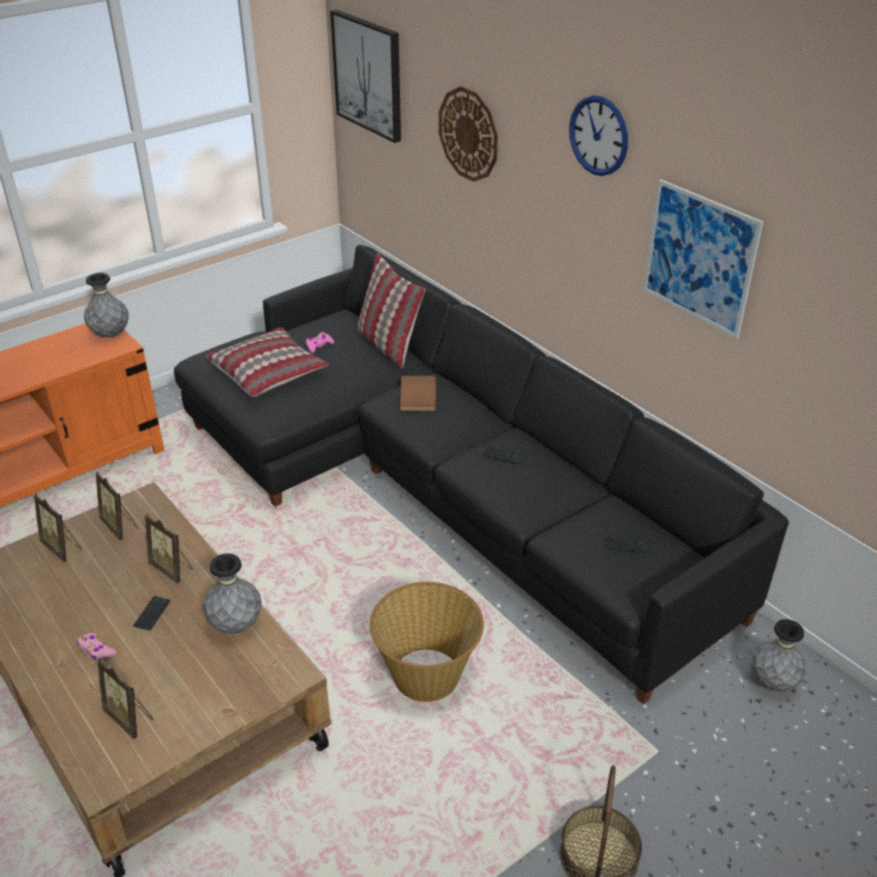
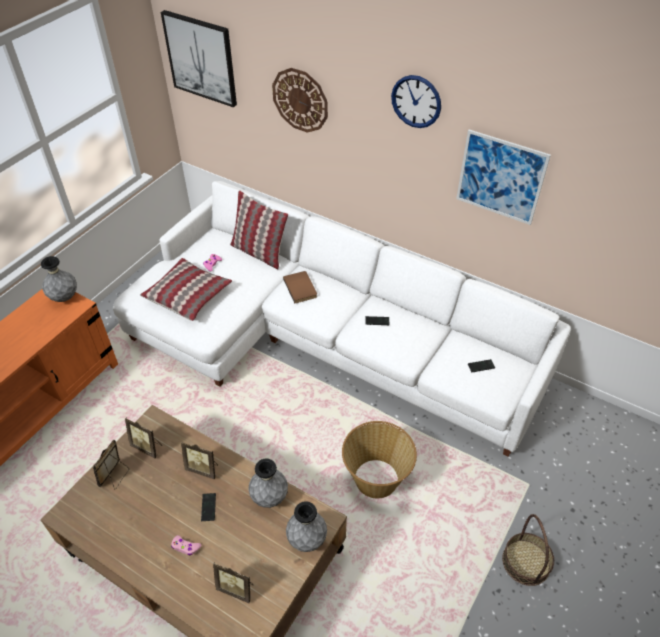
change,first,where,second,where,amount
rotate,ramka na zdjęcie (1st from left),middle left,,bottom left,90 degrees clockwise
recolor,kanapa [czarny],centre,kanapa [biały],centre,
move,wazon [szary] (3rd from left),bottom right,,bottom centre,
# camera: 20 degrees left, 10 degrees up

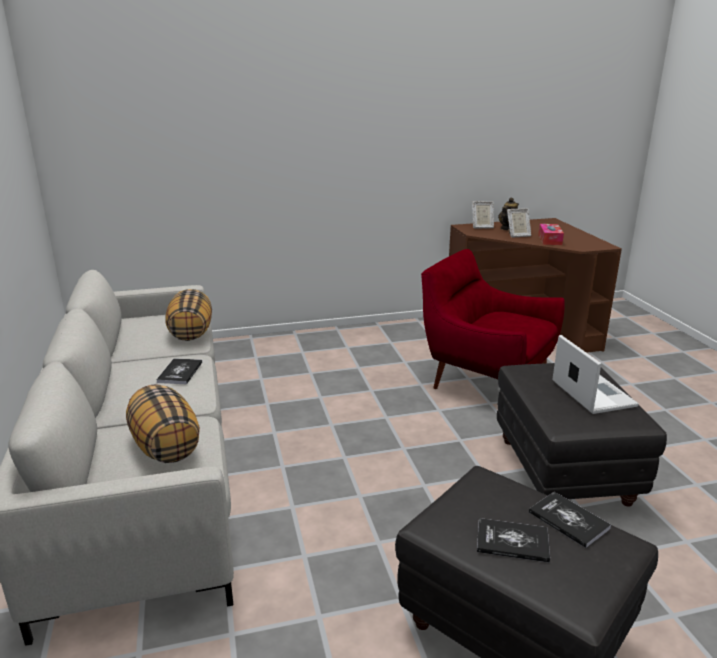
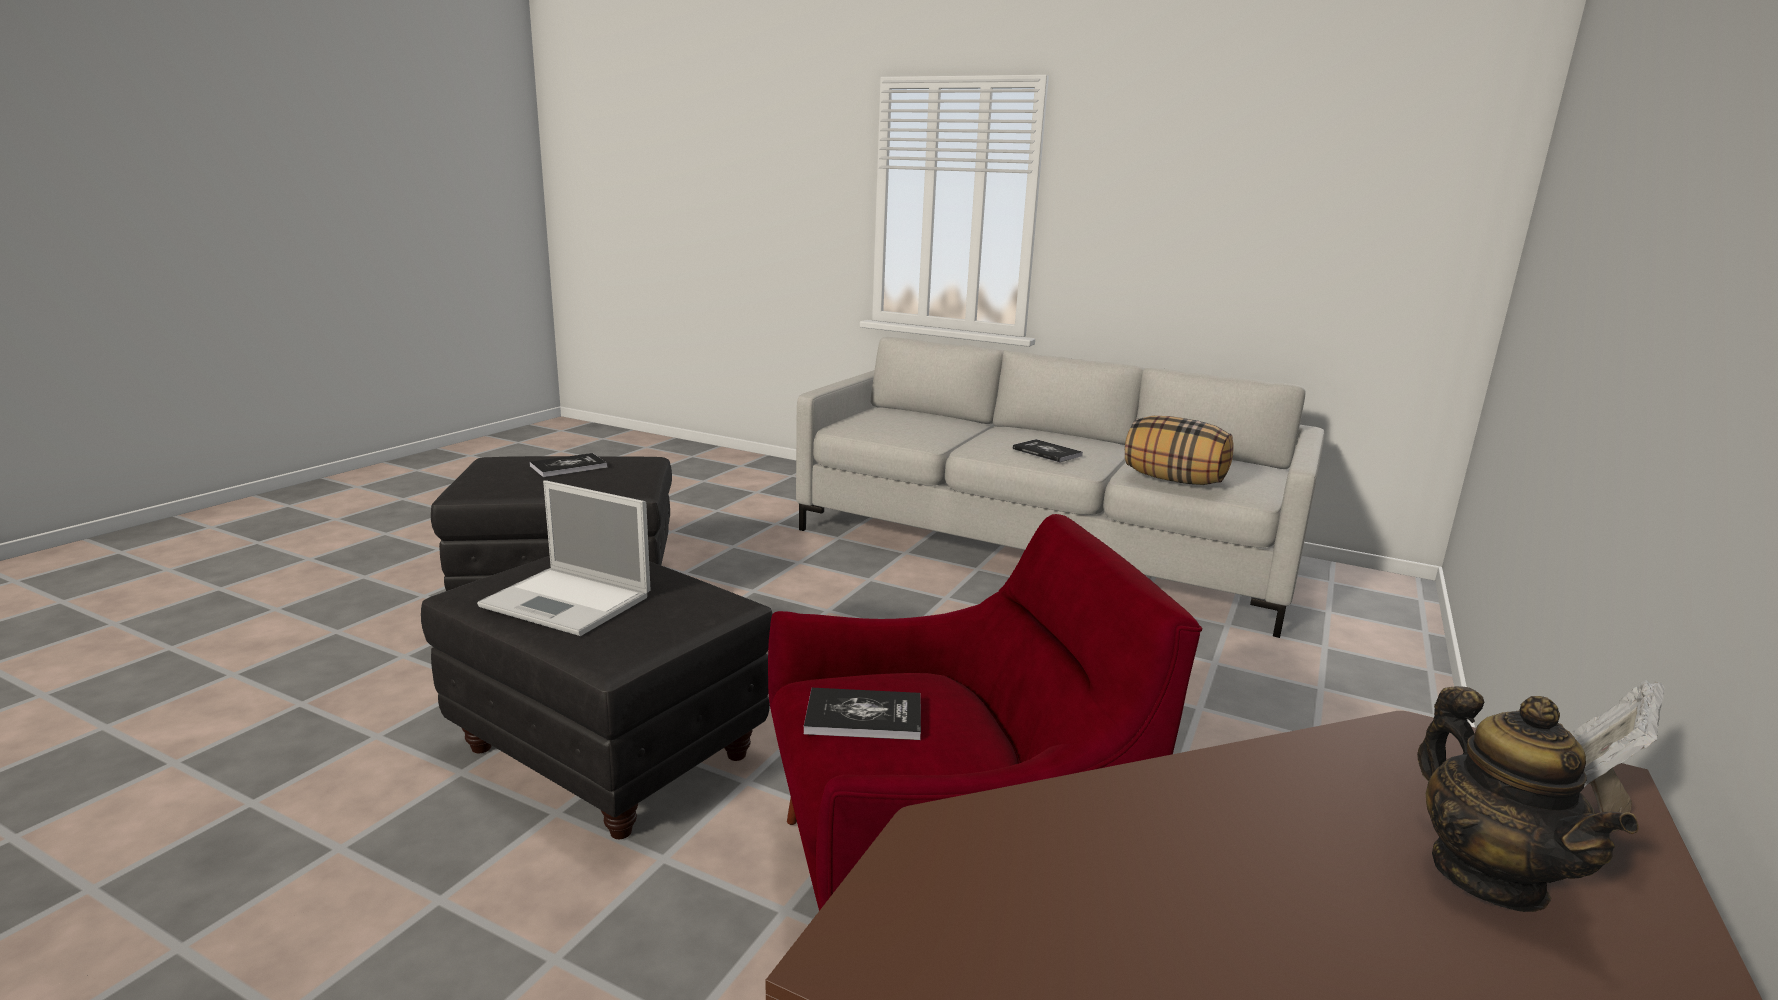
change,first,where,second,where,amount
move,książka (3rd from left in the first image),bottom right,książka (2nd from left),bottom centre,
delete,poduszka (1st from left),middle left,,,
delete,ramka na zdjęcie (2nd from left),middle right,,,
delete,pudełko chusteczek,middle right,,,
# camera: 130 degrees right, 5 degrees down

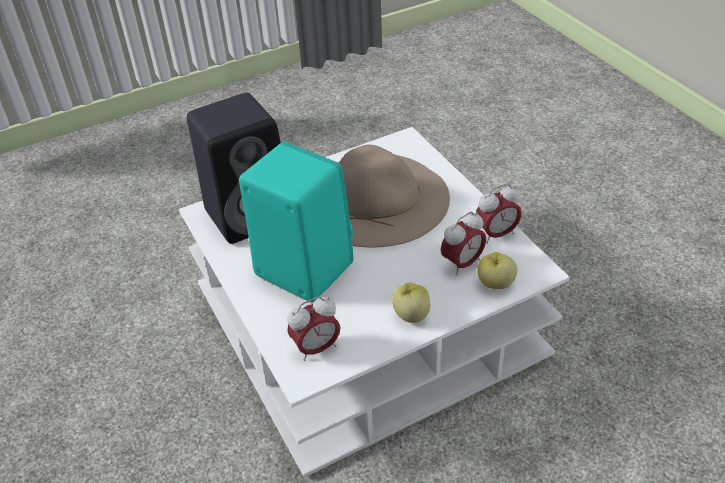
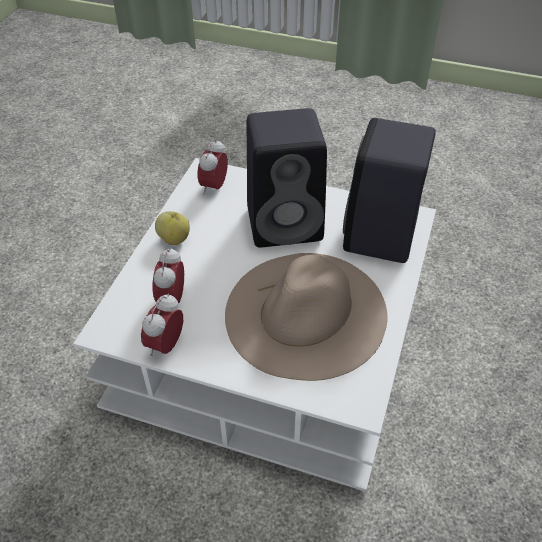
change,first,where,second,where,amount
recolor,głośnik [turkusowy],centre,głośnik [czarny] (1st from left),top centre,
delete,jabłko (2nd from left),middle right,,,
# camera: 135 degrees right, 5 degrees up

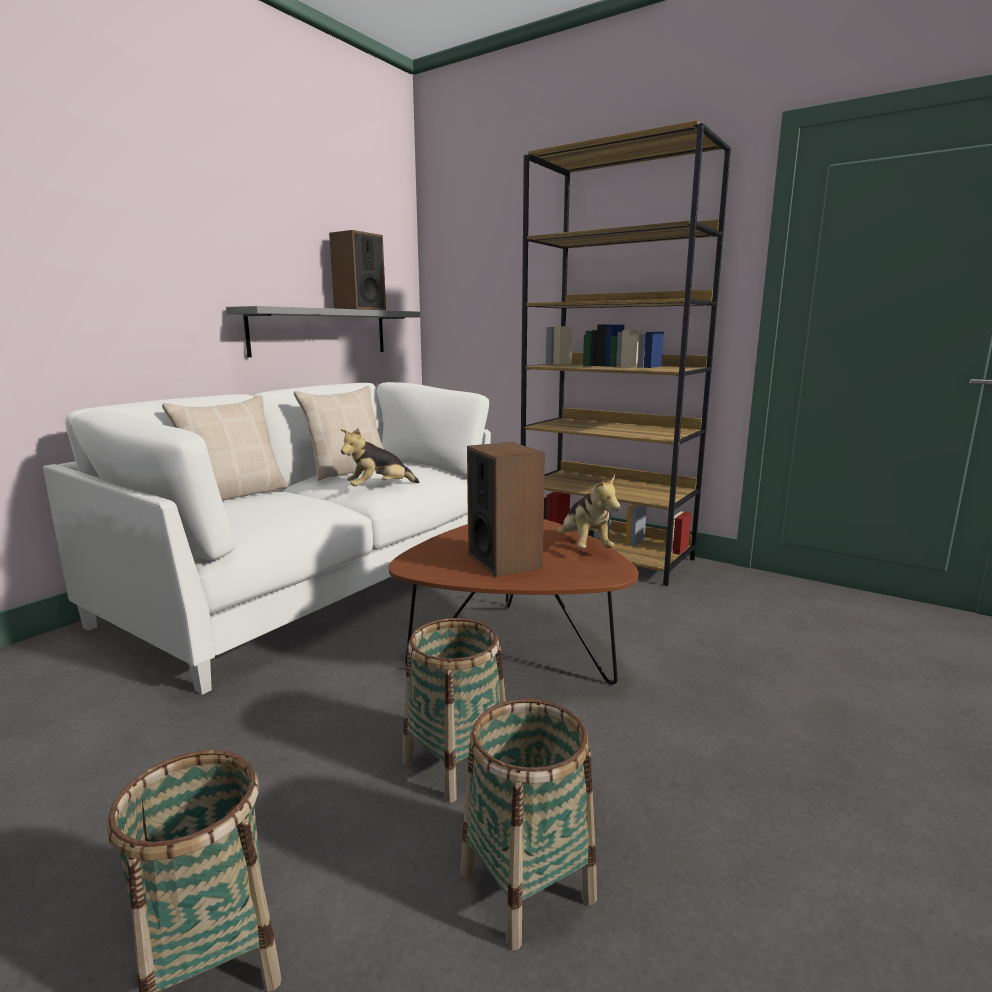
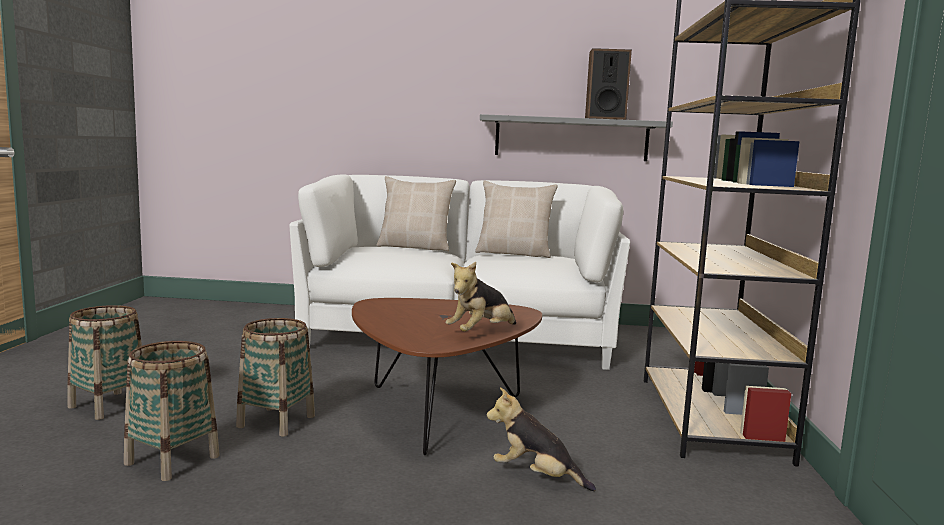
change,first,where,second,where,amount
move,pluszak (1st from left in the first image),centre,pluszak (2nd from left),bottom centre,
delete,głośnik (2nd from left),centre,,,
# camera: 60 degrees right, 5 degrees down

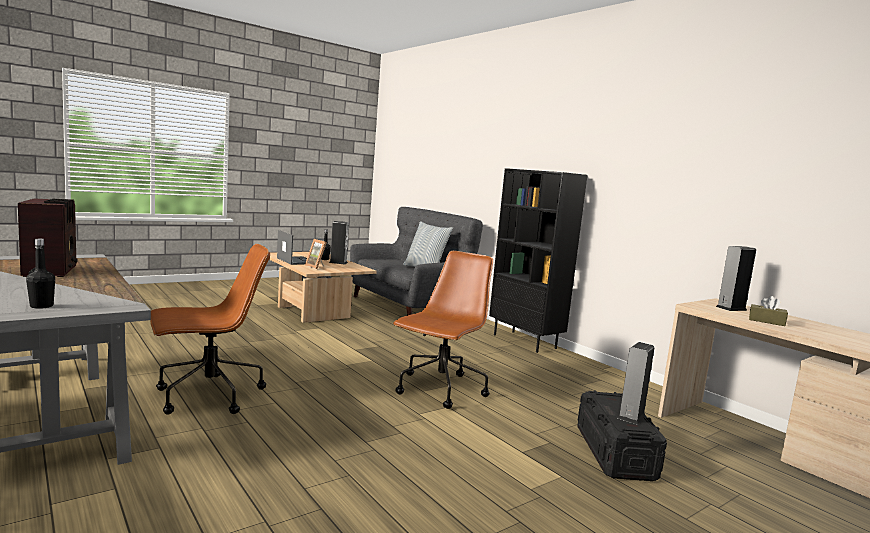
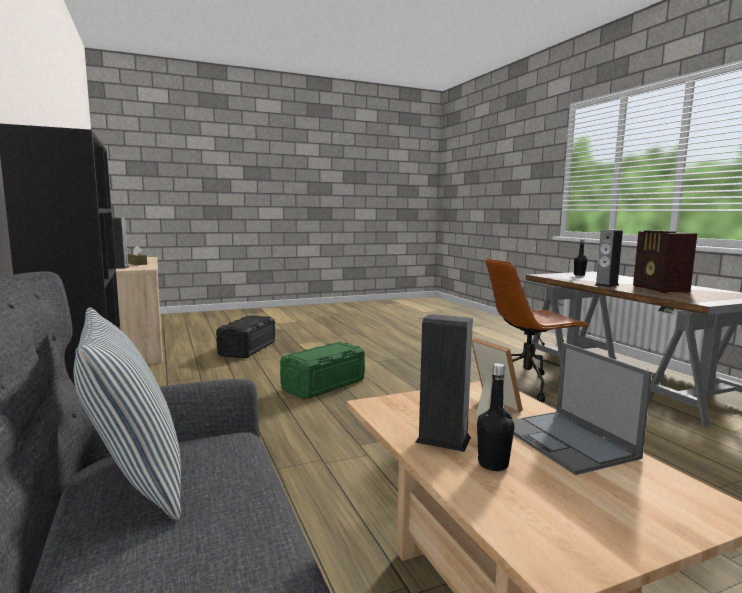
change,first,where,second,where,amount
replace,krzesło biurowe [brązowy] (2nd from left),centre,pojemnik do przechowywania [zielony],centre,
move,głośnik (2nd from left in the first image),bottom right,głośnik (3rd from left),middle right,
# camera: 165 degrees left, 0 degrees up

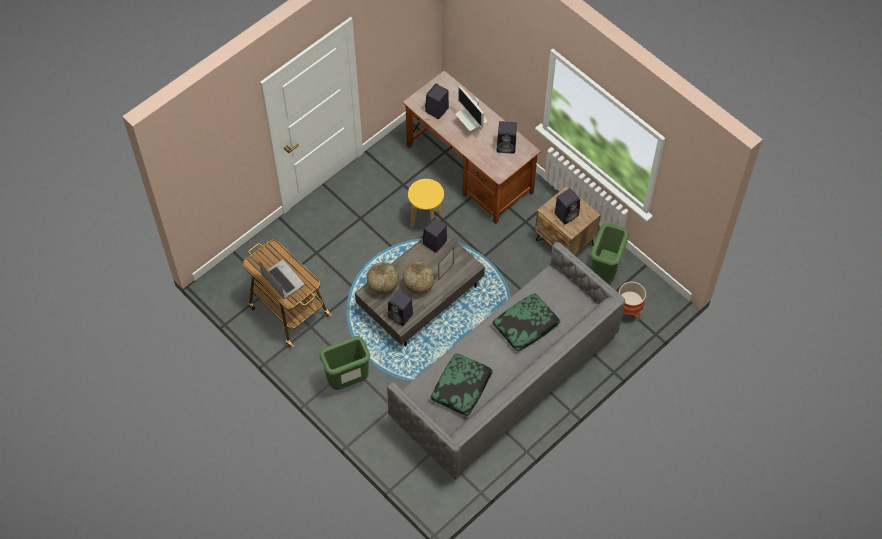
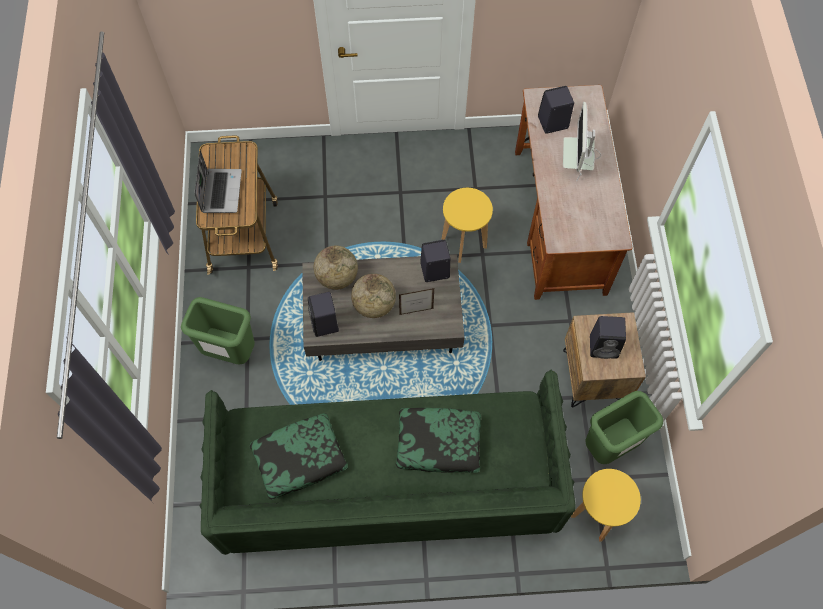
change,first,where,second,where,amount
recolor,kanapa [szary],bottom centre,kanapa [zielony],bottom centre,
replace,donica,middle right,stołek [żółty] (2nd from left),bottom right,
delete,głośnik [czarny] (4th from left),top centre,,,
# camera: 40 degrees right, 5 degrees up

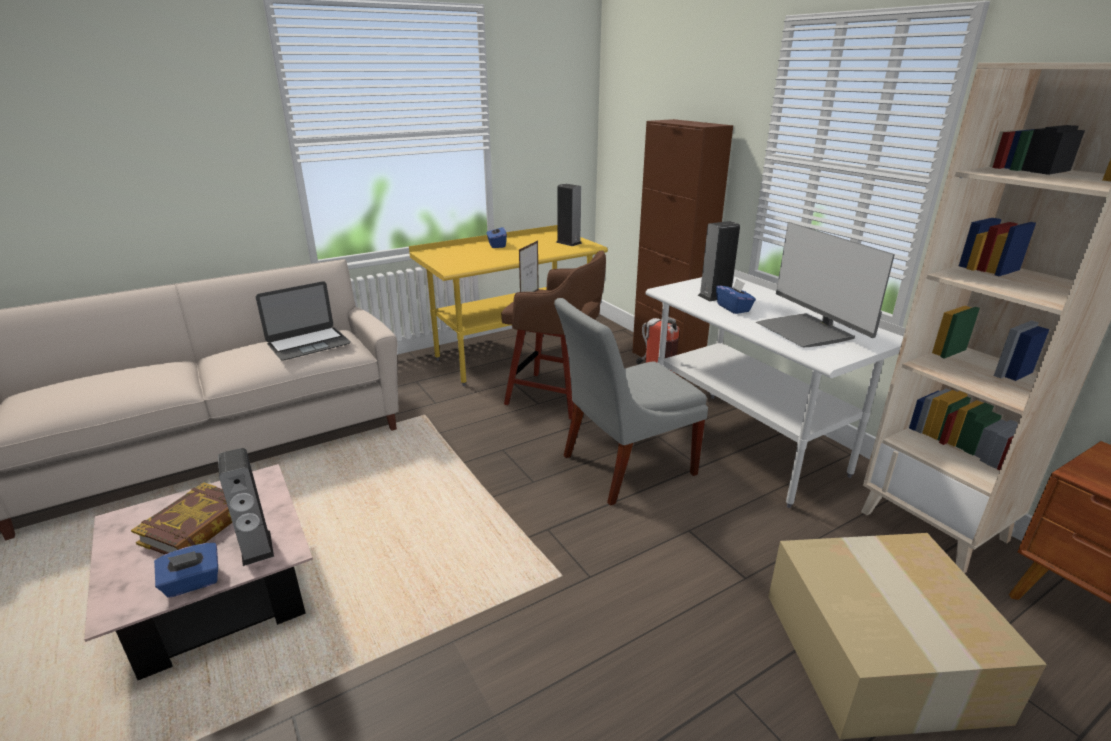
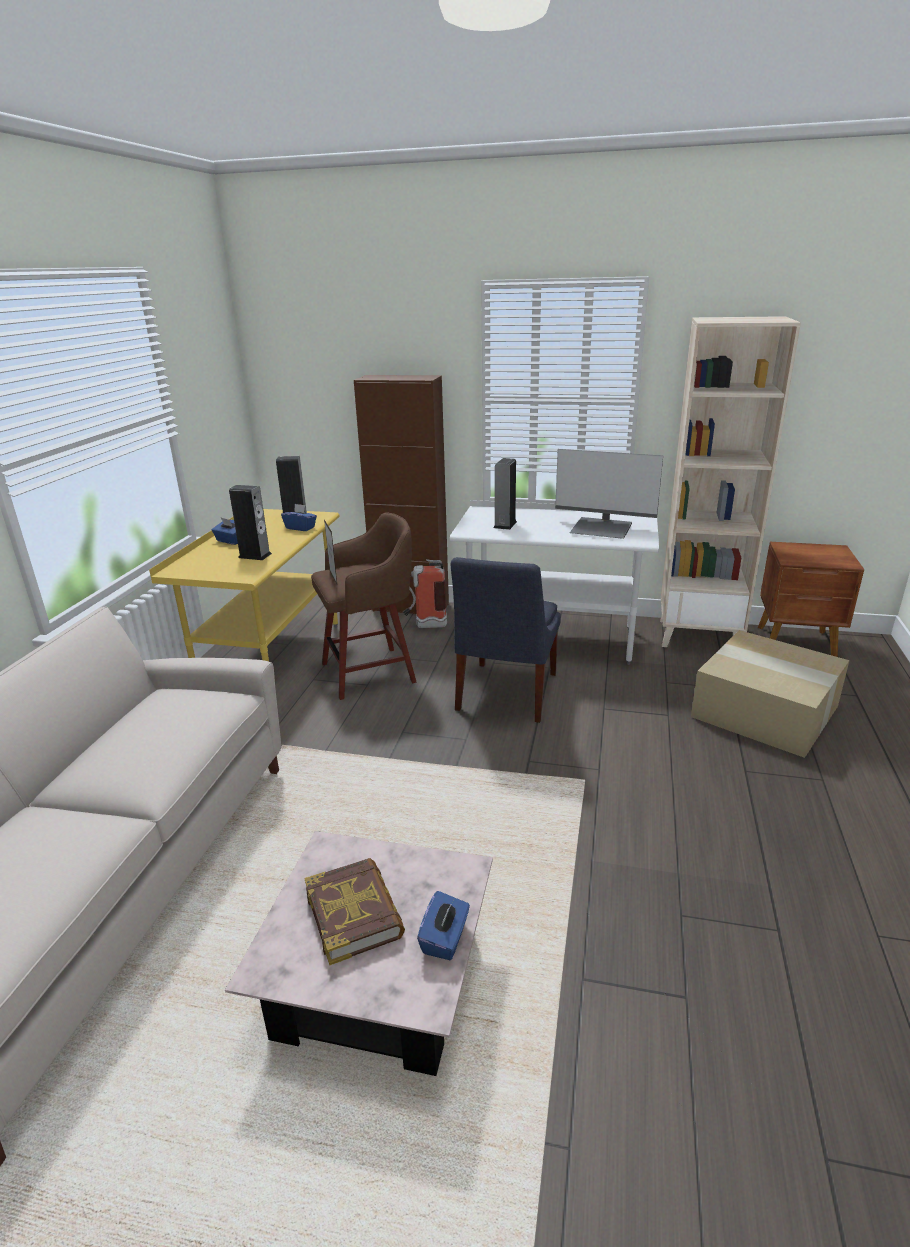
change,first,where,second,where,amount
move,głośnik (1st from left),bottom left,,middle left,
move,pudełko chusteczek [niebieski] (3rd from left in the first image),centre,pudełko chusteczek [niebieski] (2nd from left),middle left,
recolor,krzesło [szary],centre,krzesło [niebieski],centre,
delete,laptop,middle left,,,
# camera: 45 degrees left, 0 degrees up

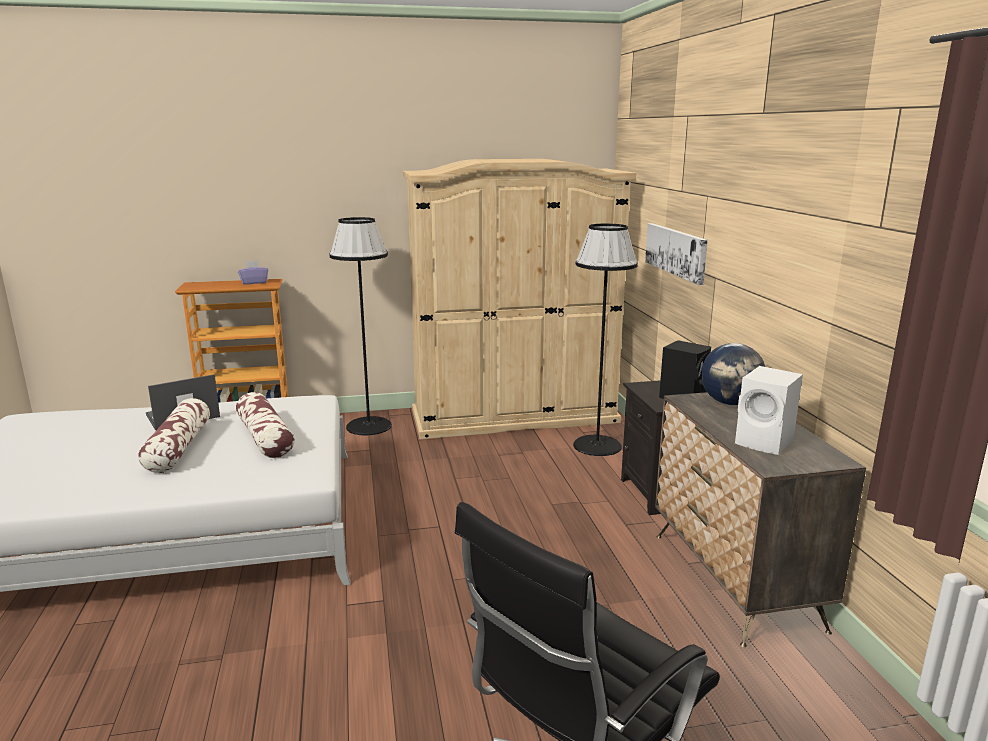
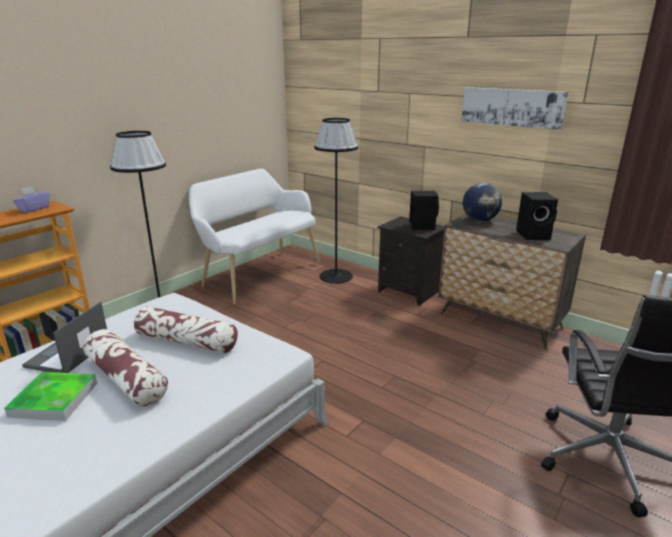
change,first,where,second,where,amount
insert,,,taca,bottom left,
replace,szafa [beżowy],centre,ławka [biały],centre,
move,obraz,middle right,,top right,
recolor,głośnik [biały],middle right,głośnik [czarny] (2nd from left),middle right,
# camera: 40 degrees left, 5 degrees up

